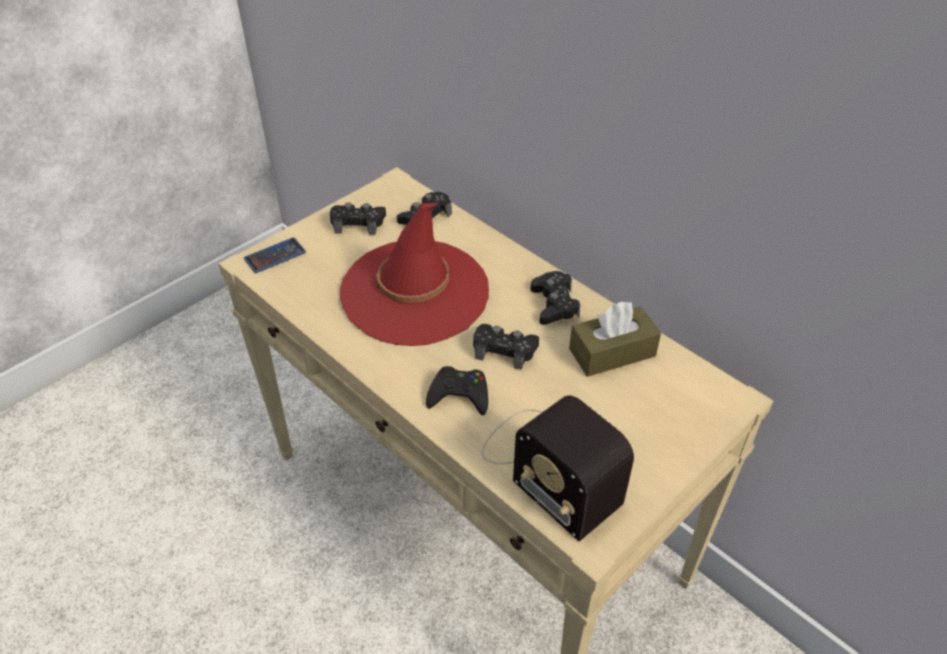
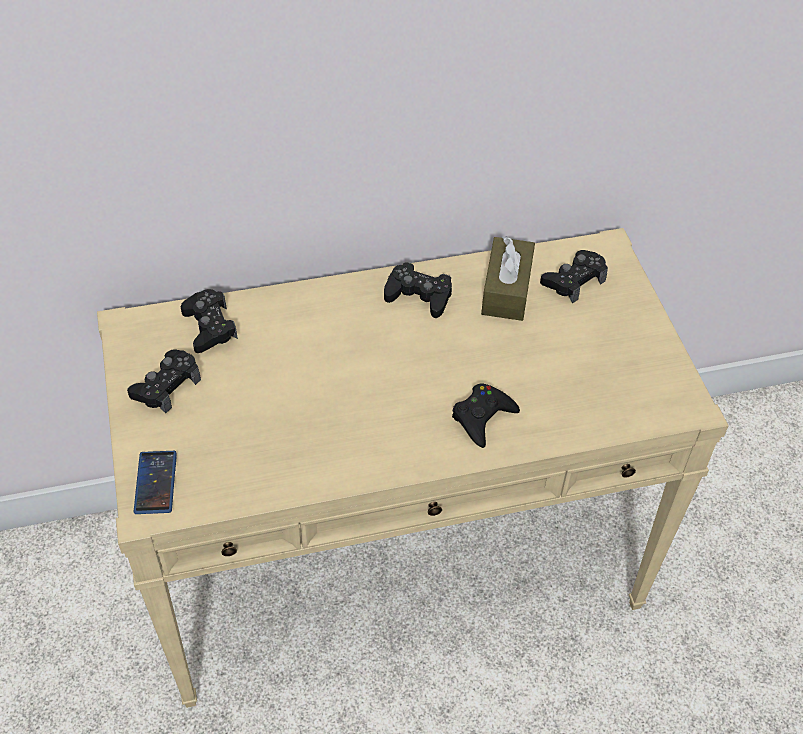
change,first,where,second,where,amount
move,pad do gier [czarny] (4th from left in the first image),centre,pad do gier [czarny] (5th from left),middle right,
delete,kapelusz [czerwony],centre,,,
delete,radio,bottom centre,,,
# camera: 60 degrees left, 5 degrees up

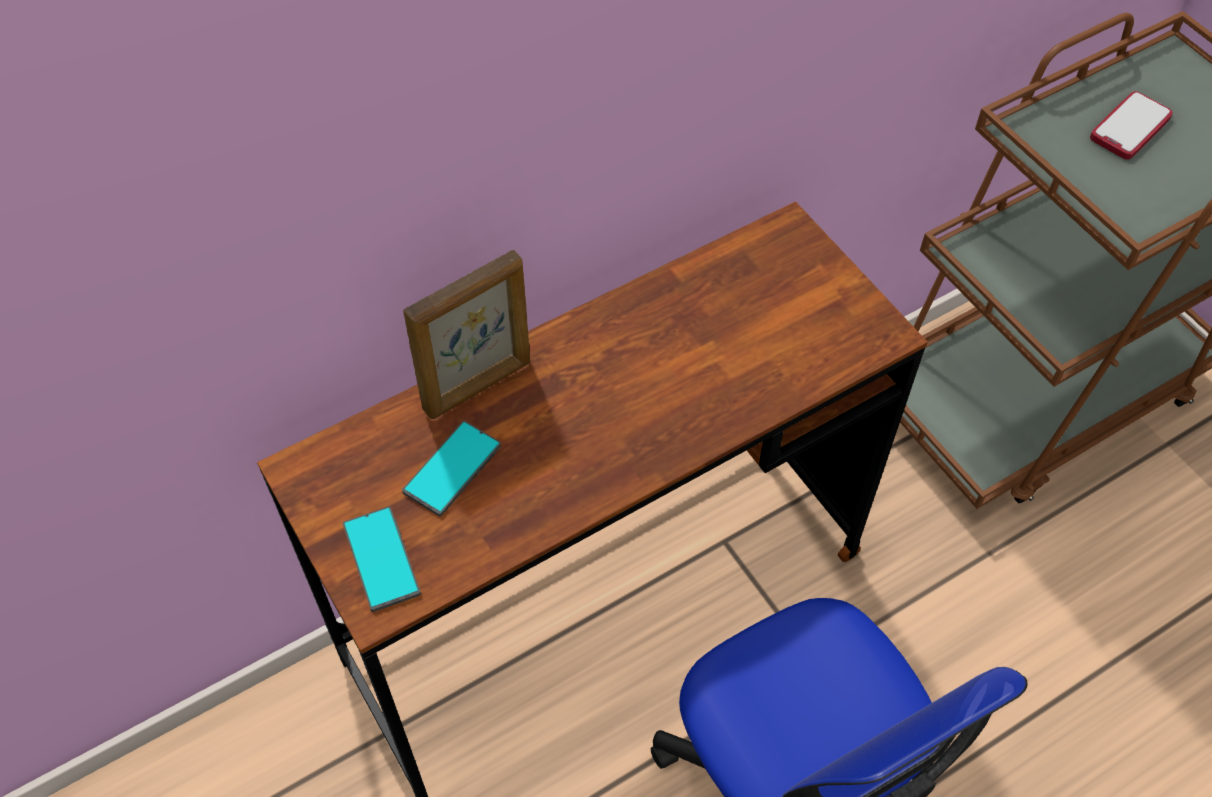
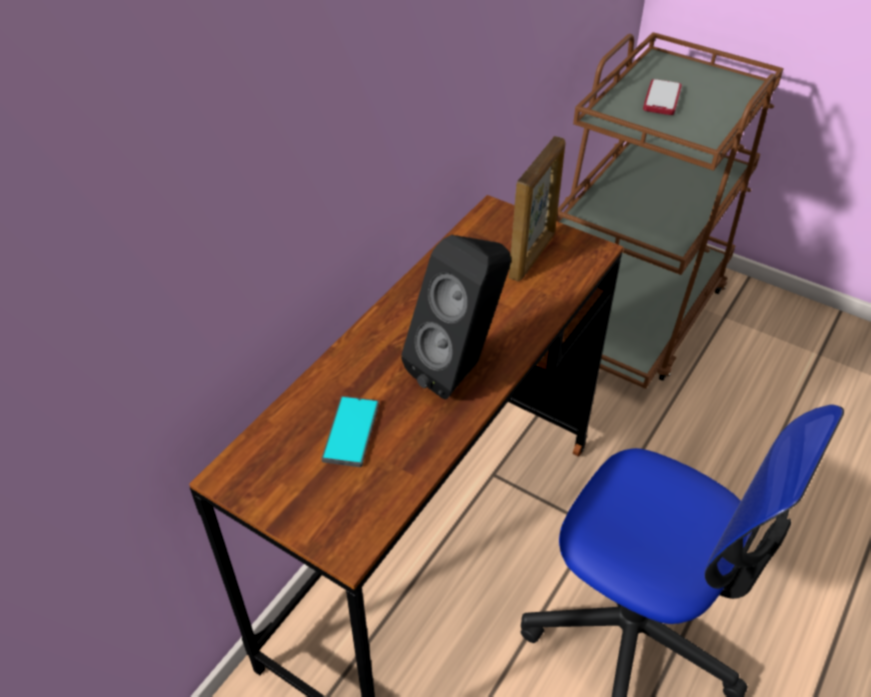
change,first,where,second,where,amount
insert,,,głośnik [czarny],centre,
move,ramka na zdjęcie,centre,,top centre,
delete,telefon (1st from left),bottom left,,,
# camera: 25 degrees left, 10 degrees down

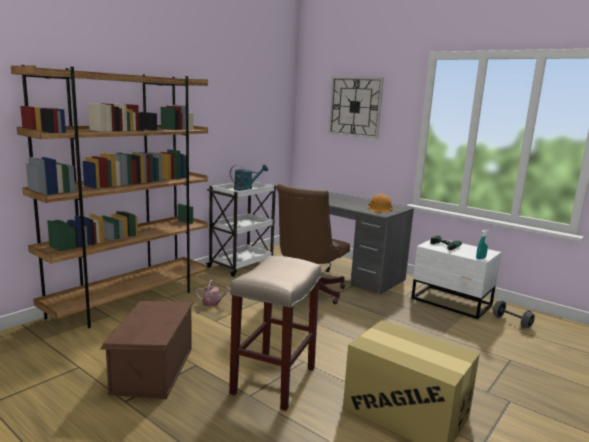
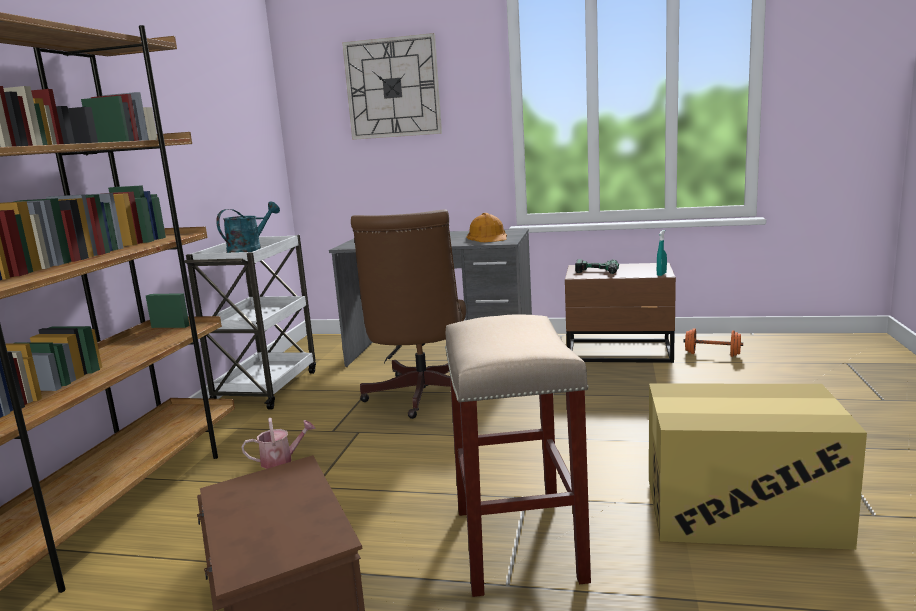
change,first,where,second,where,amount
recolor,szafka nocna [biały],middle right,szafka nocna [brązowy],middle right,
recolor,hantel [szary],bottom right,hantel [pomarańczowy],middle right,
# camera: 25 degrees left, 0 degrees up

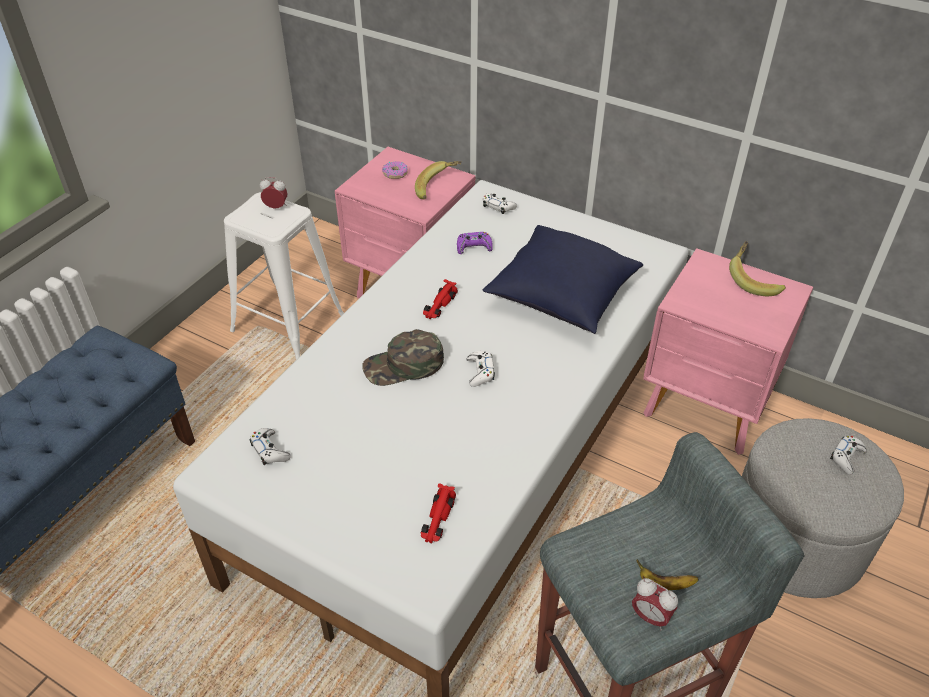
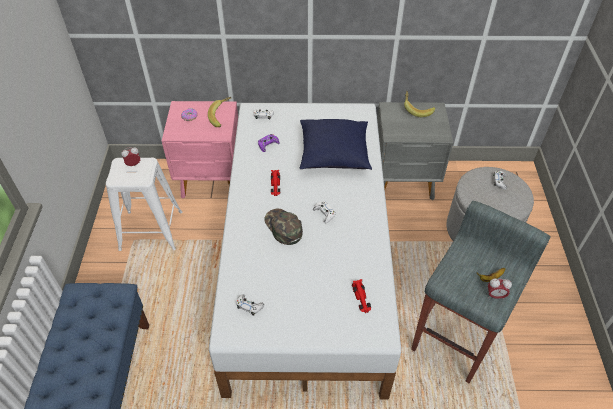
change,first,where,second,where,amount
rotate,czapka z daszkiem [zielony],centre,,centre,105 degrees clockwise
recolor,szafka nocna [różowy] (2nd from left),middle right,szafka nocna [szary],middle right,
# camera: 30 degrees left, 5 degrees up

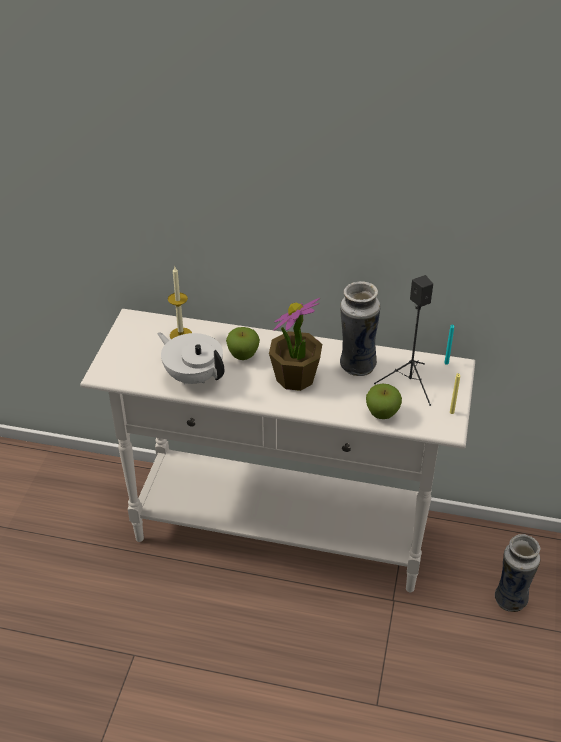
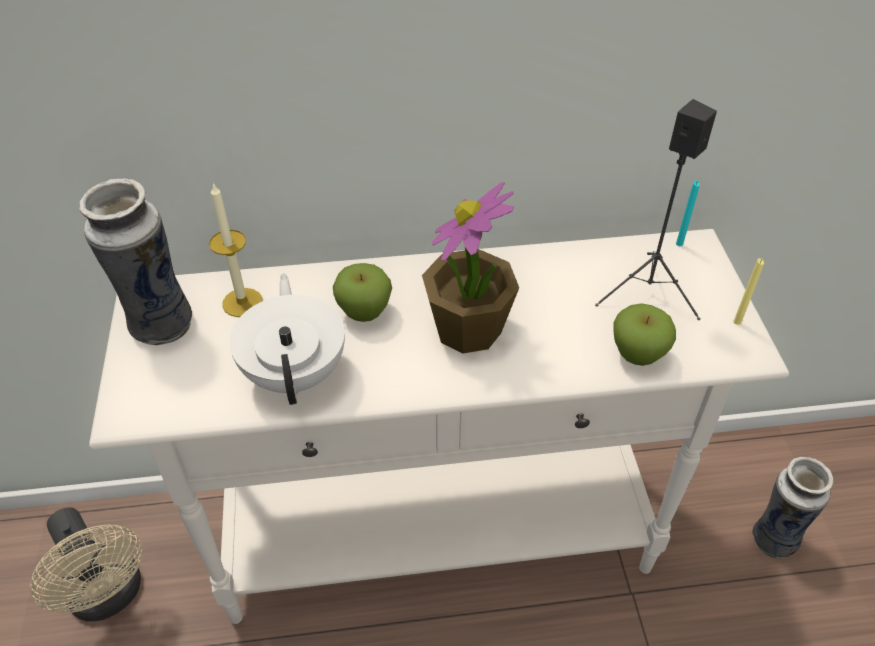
change,first,where,second,where,amount
insert,,,wentylator [beżowy],bottom left,
move,wazon (1st from left),centre,,middle left,
rotate,imbryk [biały],centre,,middle left,60 degrees clockwise
# camera: 20 degrees left, 5 degrees up

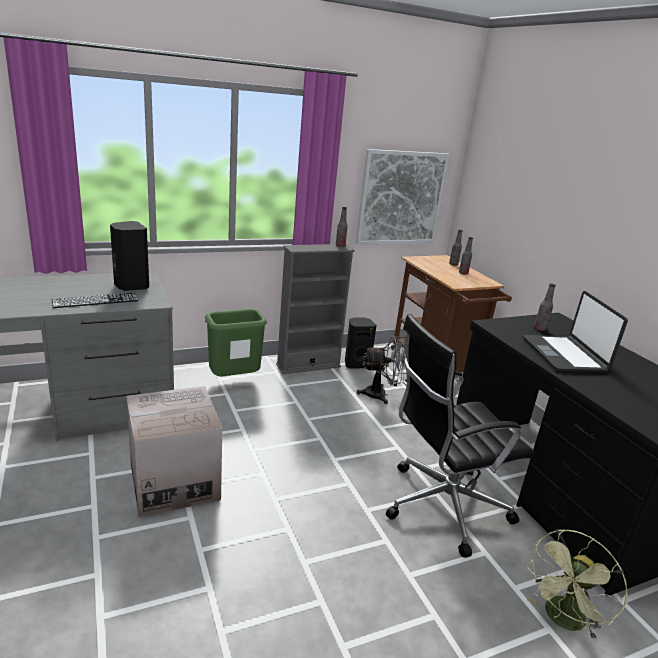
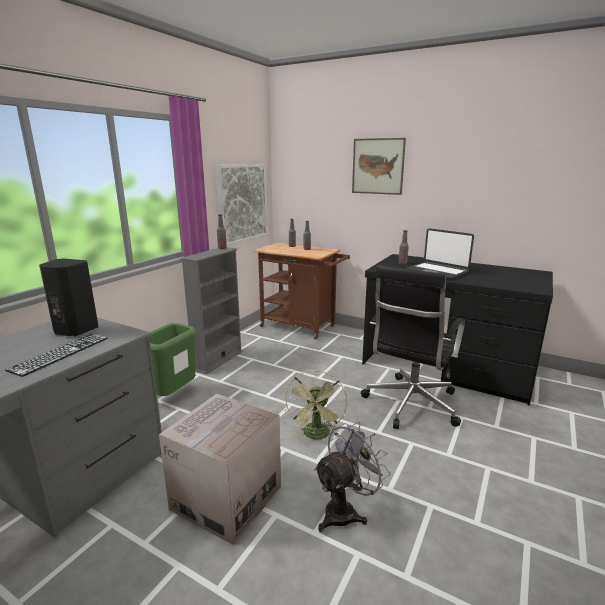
change,first,where,second,where,amount
move,wentylator [zielony],bottom right,,bottom centre,
move,wentylator [szary],centre,,bottom centre,
insert,,,obraz (2nd from left),top centre,
delete,głośnik [czarny] (2nd from left),centre,,,
# camera: 35 degrees left, 5 degrees down

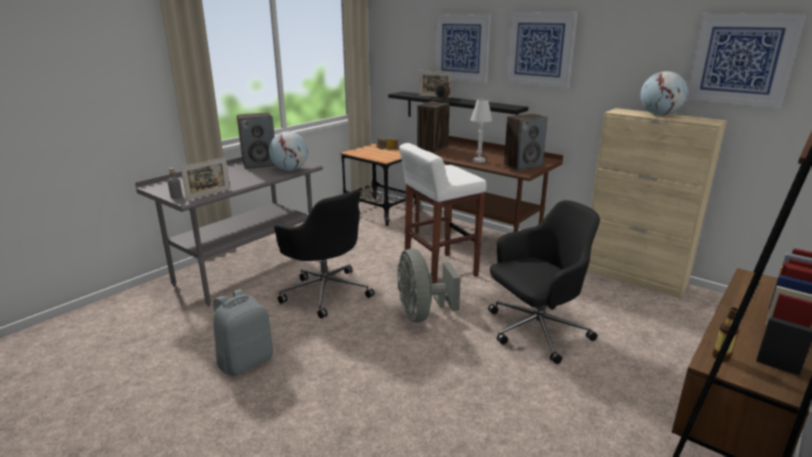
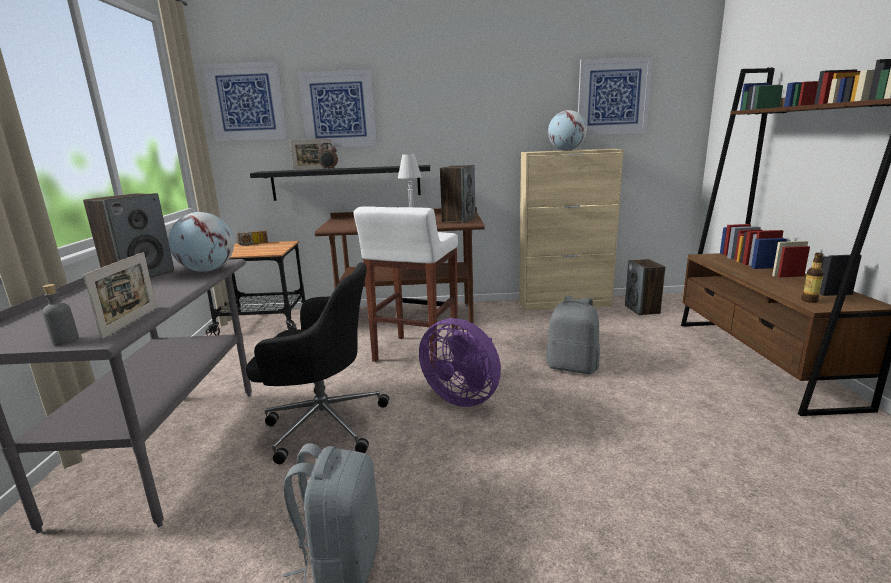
change,first,where,second,where,amount
move,obraz (2nd from left in the first image),top centre,obraz (1st from left),top left,
recolor,wentylator [szary],centre,wentylator [fioletowy],centre,
replace,krzesło biurowe [czarny] (2nd from left),middle right,plecak [szary] (2nd from left),centre,
move,głośnik (2nd from left in the first image),top centre,głośnik (3rd from left),middle right,
# camera: 40 degrees left, 5 degrees down

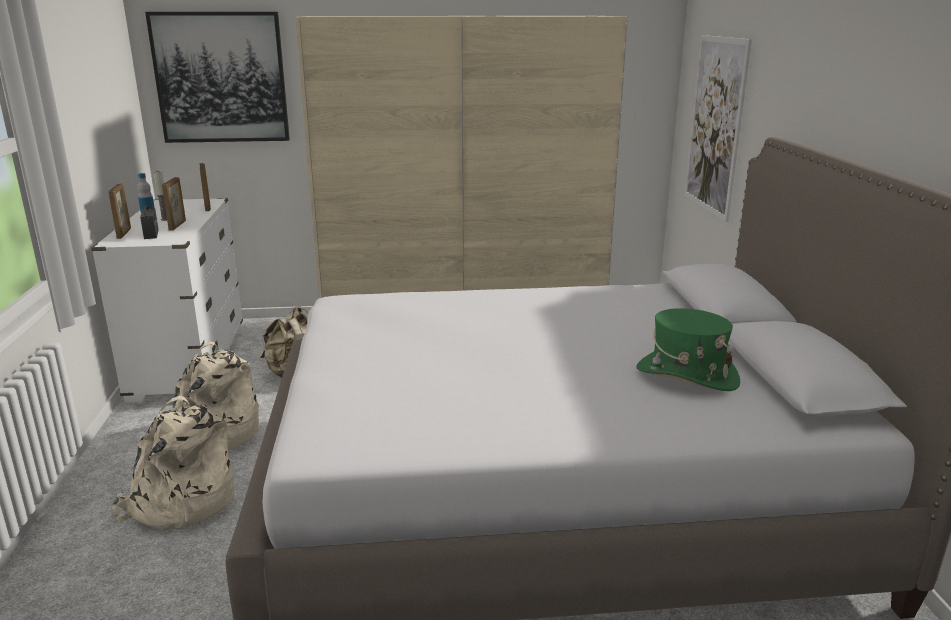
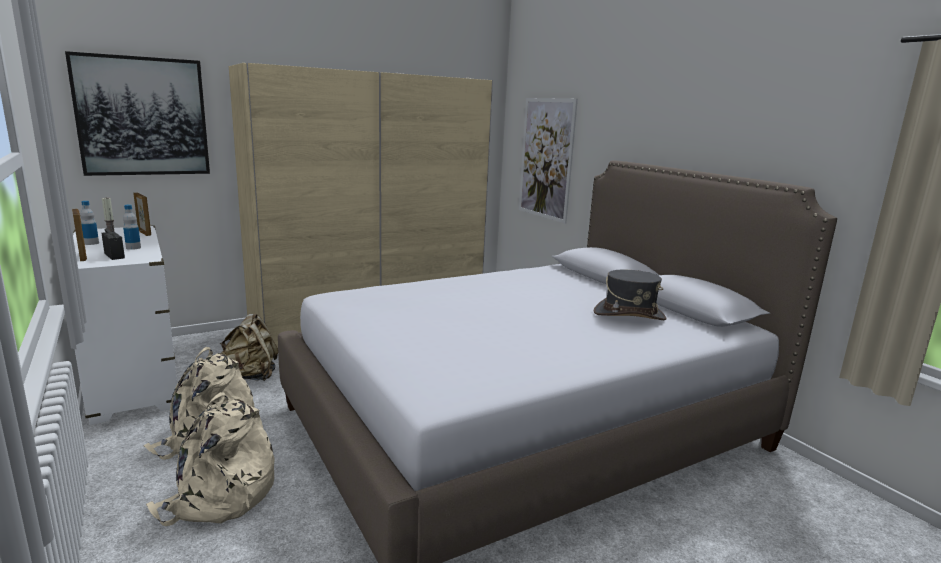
change,first,where,second,where,amount
replace,ramka na zdjęcie (2nd from left),top left,butelka (2nd from left),middle left,
recolor,kapelusz [zielony],middle right,kapelusz [szary],middle right,
# camera: 25 degrees left, 5 degrees down

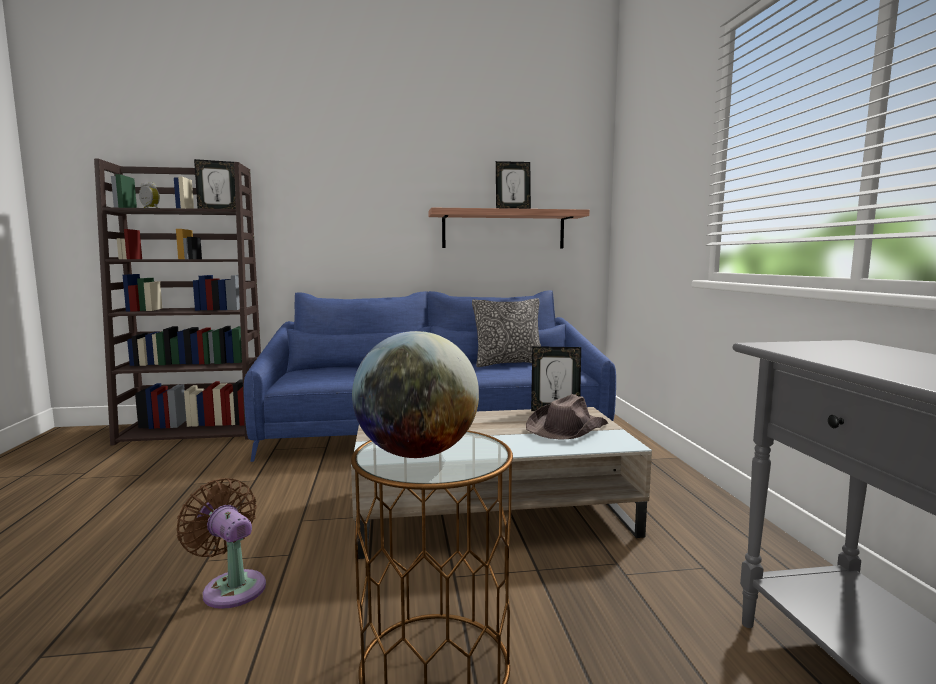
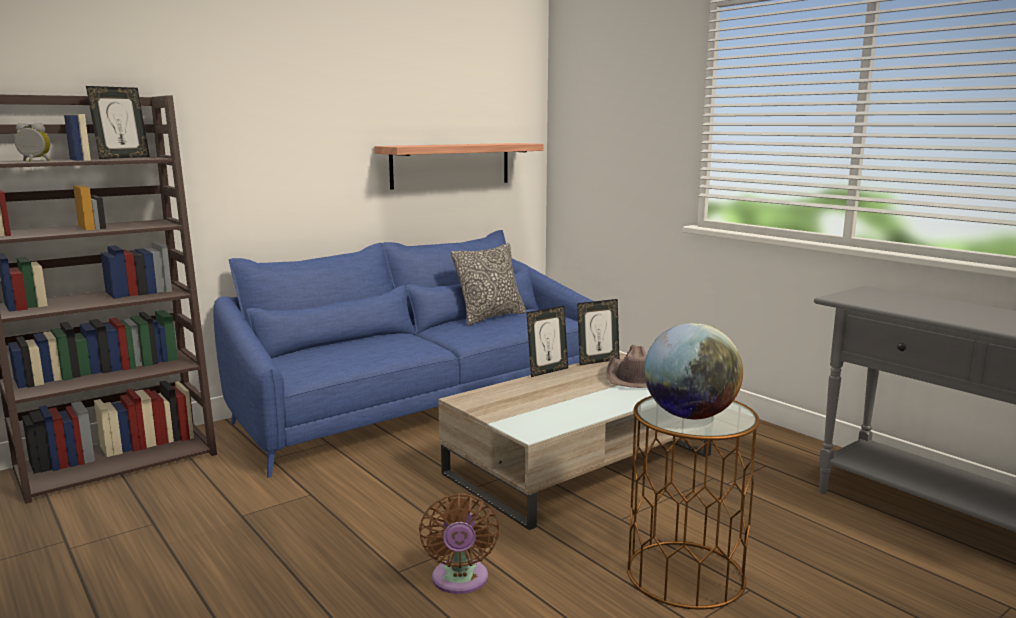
change,first,where,second,where,amount
rotate,wentylator [brązowy],bottom left,,bottom centre,105 degrees counterclockwise
move,ramka na zdjęcie (2nd from left),top centre,,centre,
# camera: 30 degrees left, 5 degrees up

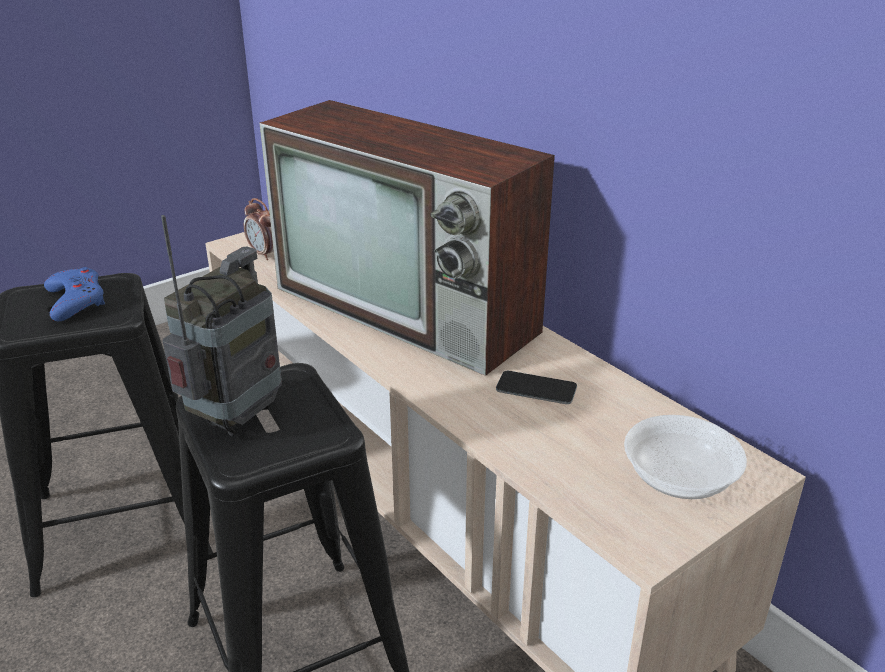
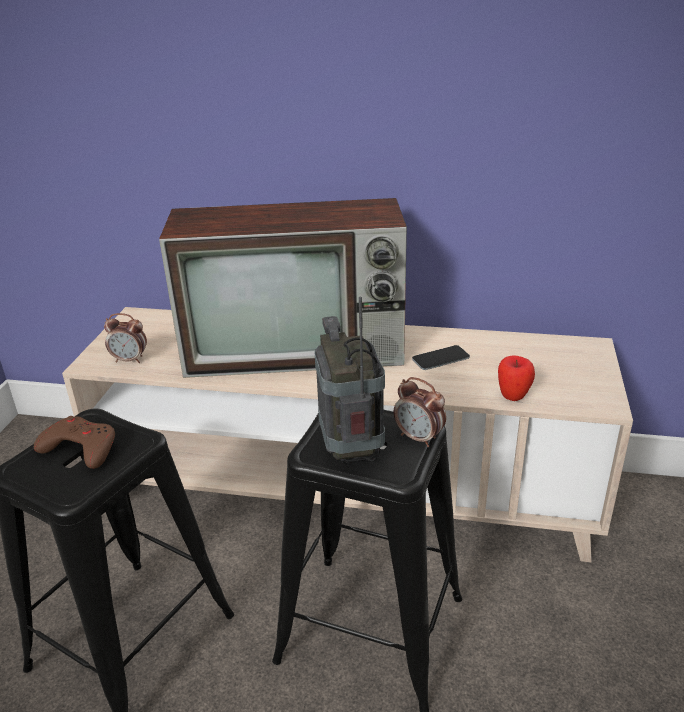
change,first,where,second,where,amount
recolor,pad do gier [niebieski],middle left,pad do gier [brązowy],middle left,
insert,,,budzik (2nd from left),centre,
insert,,,jabłko,middle right,
delete,miska,bottom right,,,
# camera: 40 degrees left, 0 degrees up

